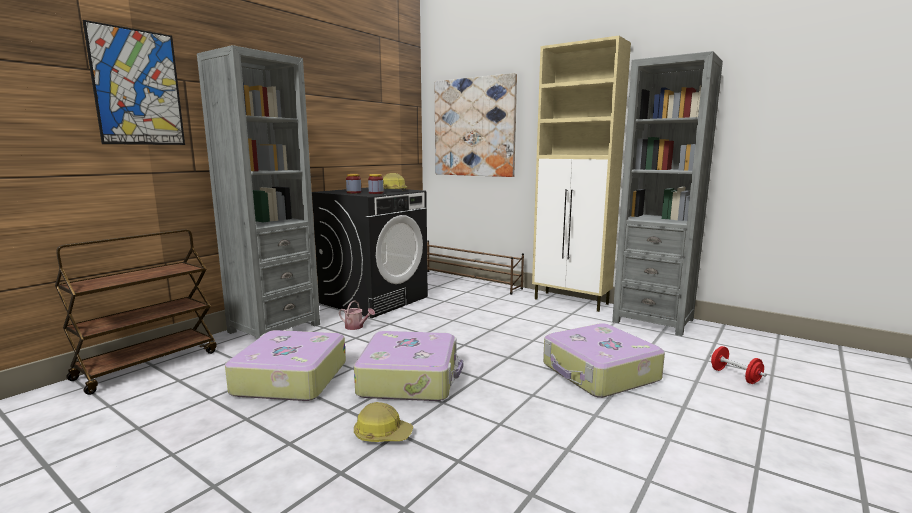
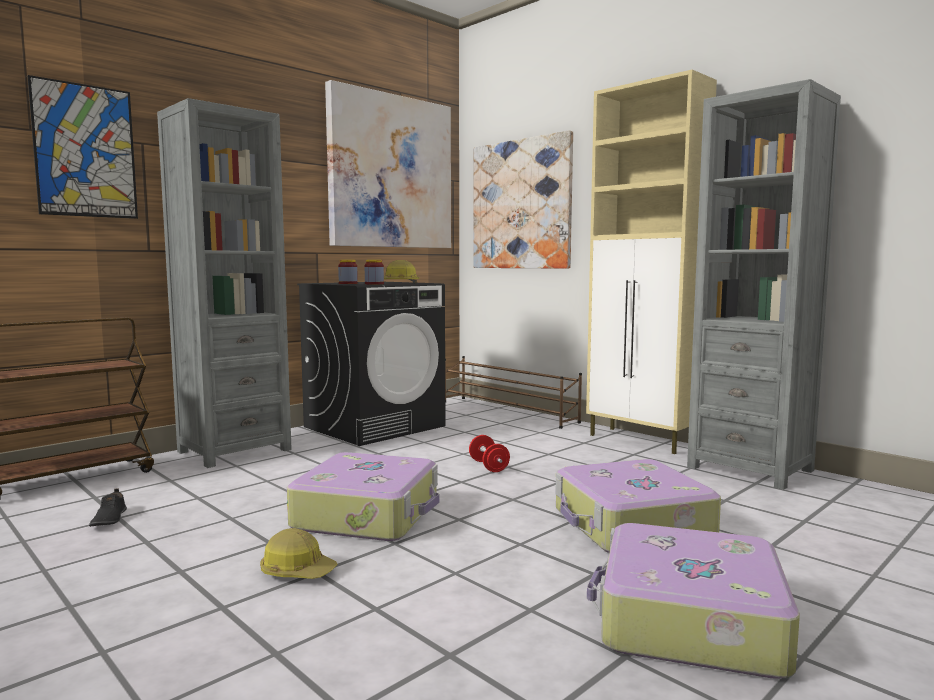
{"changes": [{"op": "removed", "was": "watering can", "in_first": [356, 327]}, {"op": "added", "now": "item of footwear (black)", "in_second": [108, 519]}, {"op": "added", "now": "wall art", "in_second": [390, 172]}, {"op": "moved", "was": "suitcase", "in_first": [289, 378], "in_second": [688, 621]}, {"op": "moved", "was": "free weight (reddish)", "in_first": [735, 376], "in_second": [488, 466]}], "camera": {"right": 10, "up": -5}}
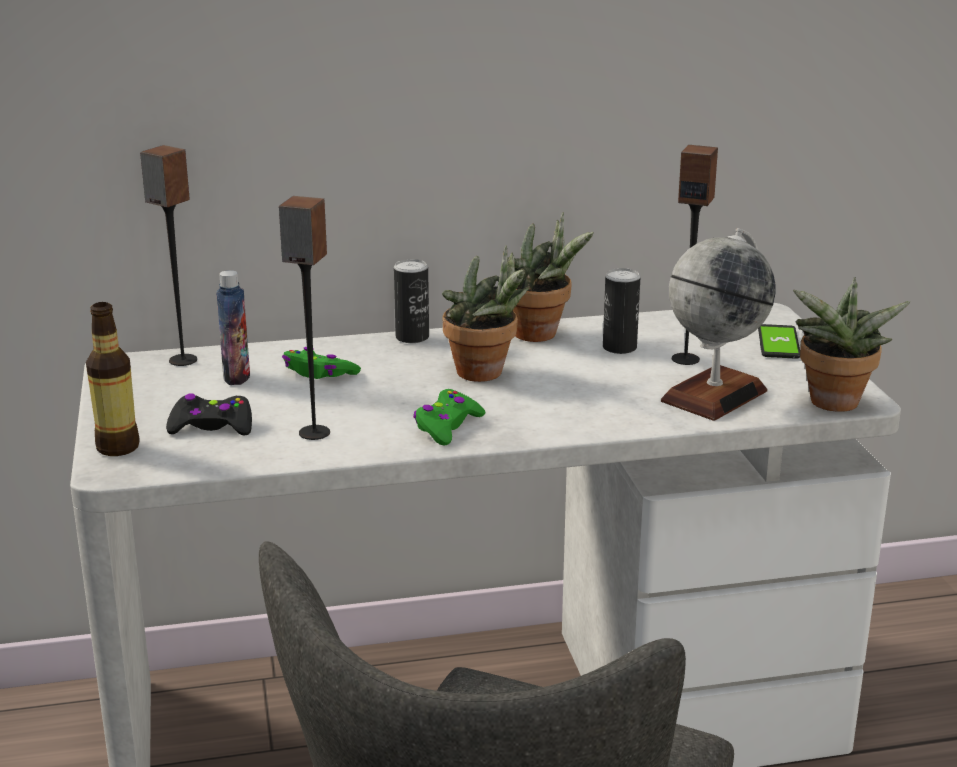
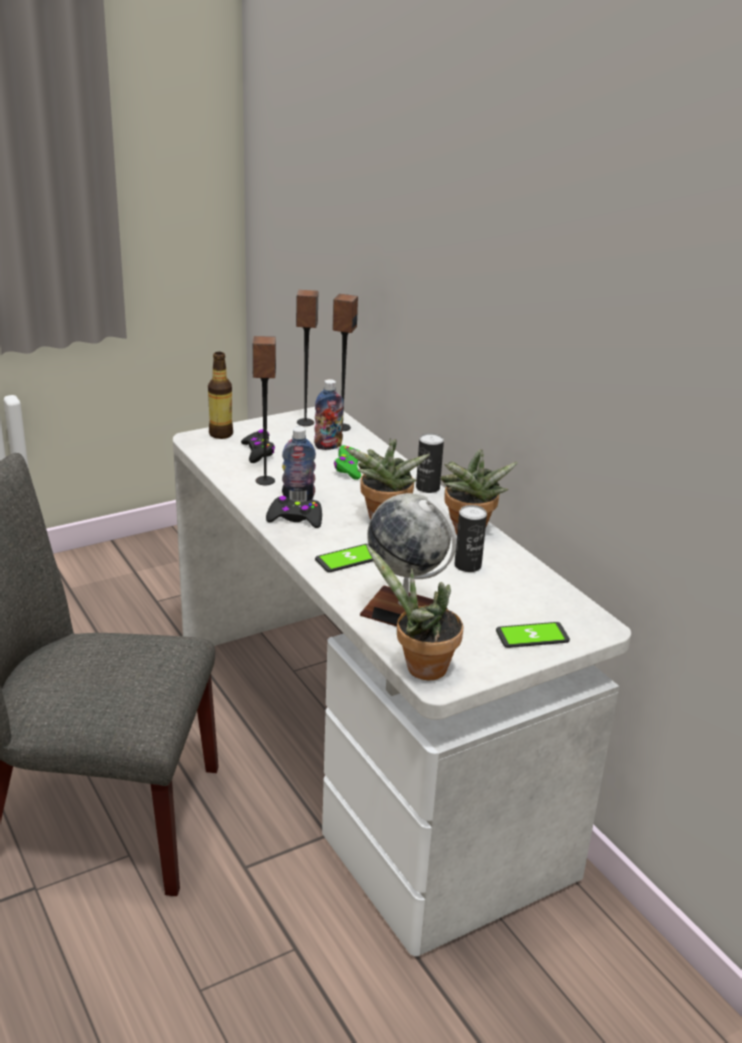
{"changes": [{"op": "added", "now": "drink bottle", "in_second": [298, 498]}, {"op": "added", "now": "telephone", "in_second": [348, 559]}, {"op": "moved", "was": "speaker", "in_first": [685, 359], "in_second": [305, 422]}, {"op": "recoloured", "was": "game controller (green-coloured)", "now": "game controller (black)", "in_first": [447, 426], "in_second": [295, 519]}], "camera": {"right": 70, "up": 5}}
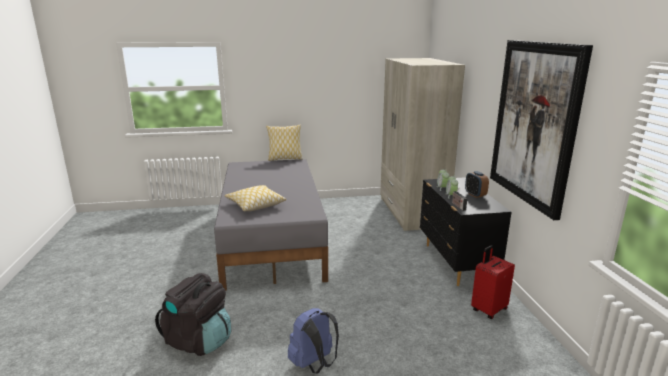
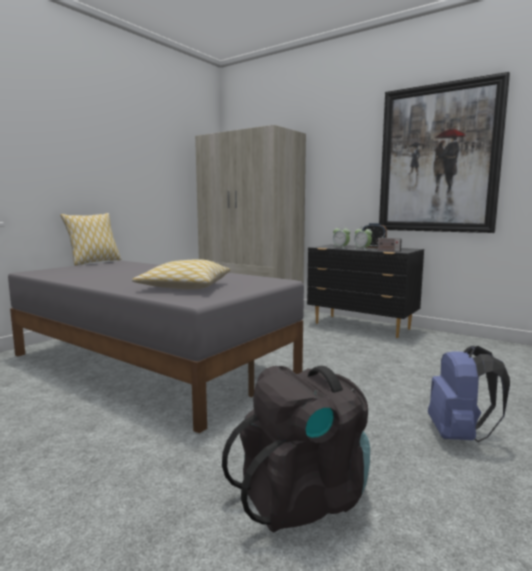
{"changes": [{"op": "removed", "was": "suitcase (reddish)", "in_first": [488, 309]}], "camera": {"right": -45, "up": -10}}
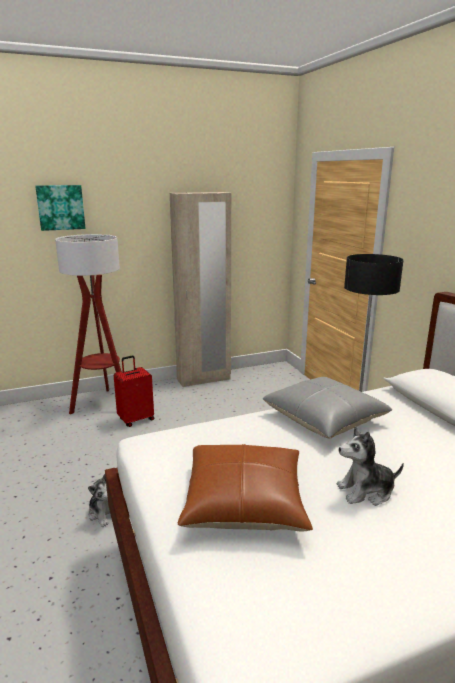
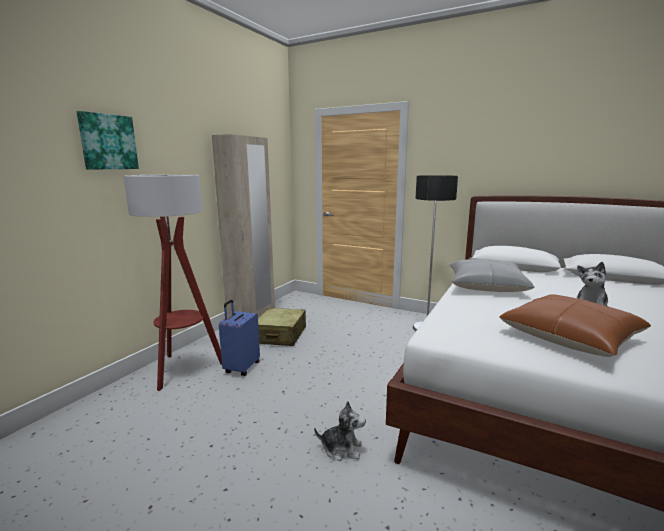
{"changes": [{"op": "added", "now": "suitcase (beige-coloured)", "in_second": [280, 335]}, {"op": "recoloured", "was": "suitcase (reddish)", "now": "suitcase (bluish)", "in_first": [136, 419], "in_second": [241, 368]}], "camera": {"right": -40, "up": -5}}
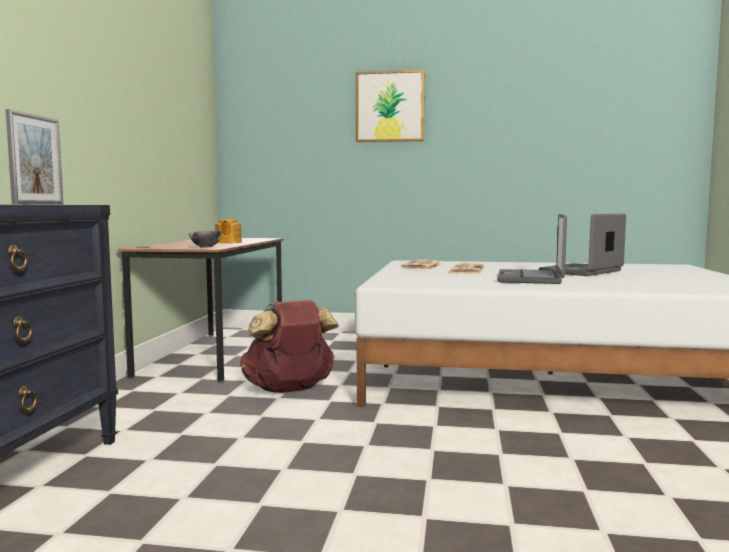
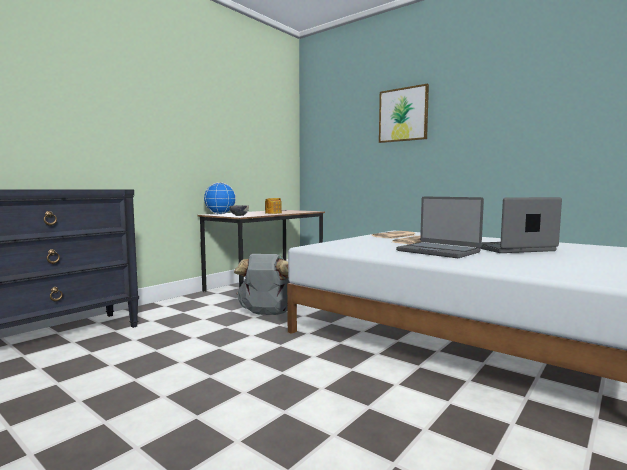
{"changes": [{"op": "removed", "was": "picture frame", "in_first": [39, 204]}, {"op": "added", "now": "world globe", "in_second": [220, 214]}, {"op": "recoloured", "was": "rucksack (brown)", "now": "rucksack (gray)", "in_first": [289, 390], "in_second": [268, 314]}, {"op": "turned", "was": "notebook computer", "in_first": [530, 278], "in_second": [438, 251], "clockwise": -90}], "camera": {"right": 30, "up": 0}}
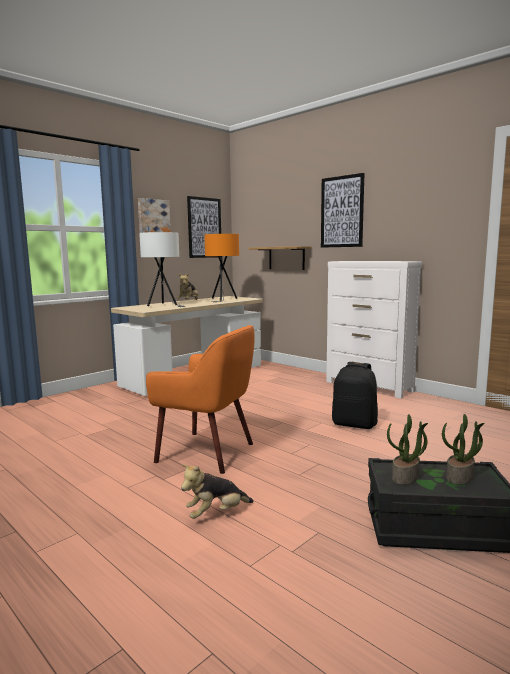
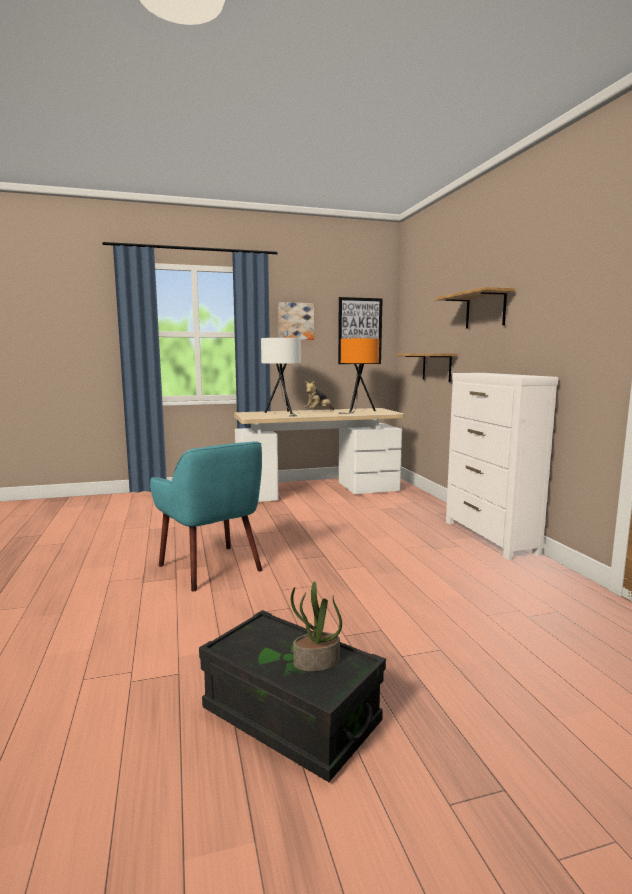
{"changes": [{"op": "removed", "was": "cuddly toy", "in_first": [216, 514]}, {"op": "removed", "was": "rucksack (black)", "in_first": [354, 424]}, {"op": "removed", "was": "plant in a pot", "in_first": [406, 477]}, {"op": "replaced", "was": "wall art", "now": "bracket shelf", "in_first": [342, 212], "in_second": [485, 310]}, {"op": "recoloured", "was": "lounge chair (orange)", "now": "lounge chair (turquoise-coloured)", "in_first": [207, 452], "in_second": [212, 568]}], "camera": {"right": 30, "up": 0}}
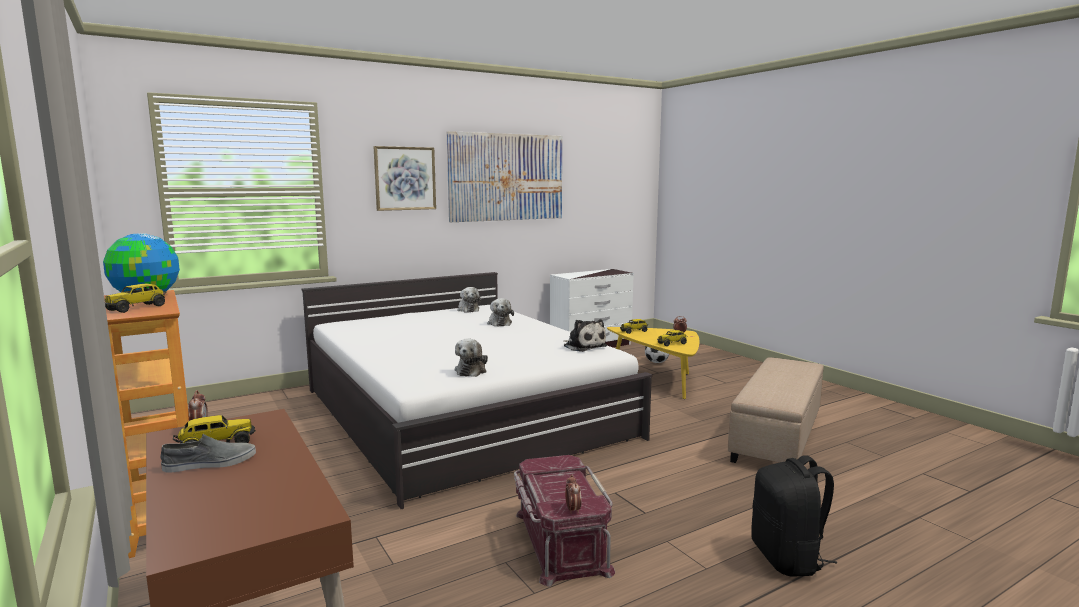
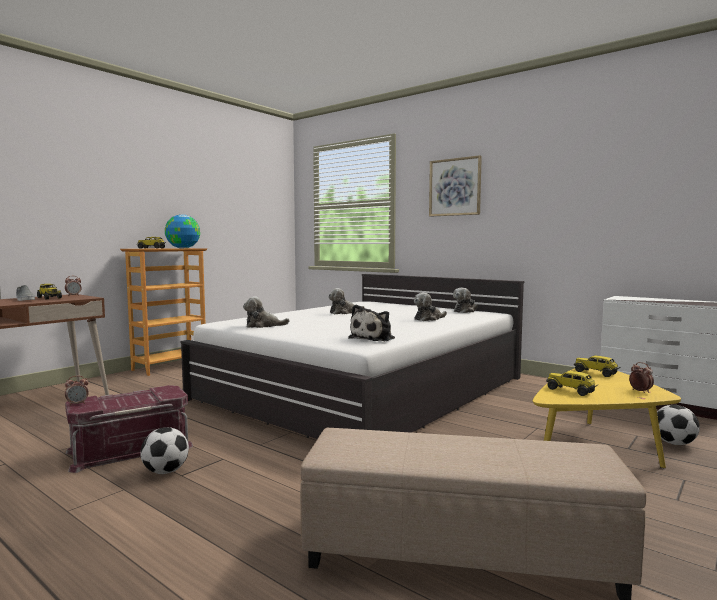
{"changes": [{"op": "removed", "was": "wall art", "in_first": [506, 177]}, {"op": "removed", "was": "rucksack (black)", "in_first": [788, 559]}, {"op": "added", "now": "football", "in_second": [166, 471]}, {"op": "added", "now": "cuddly toy", "in_second": [344, 312]}], "camera": {"right": 70, "up": -5}}
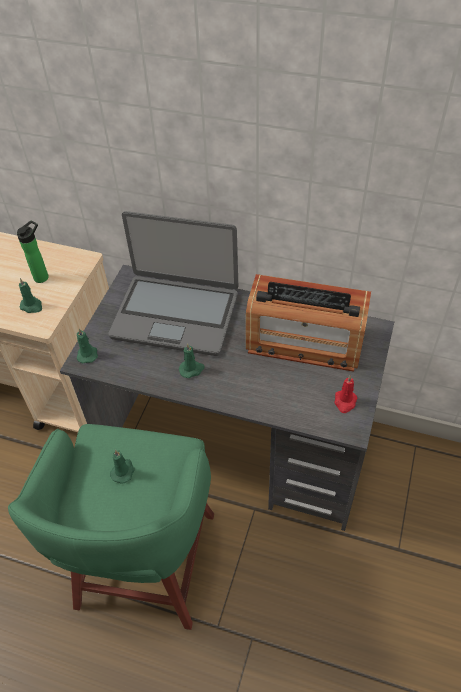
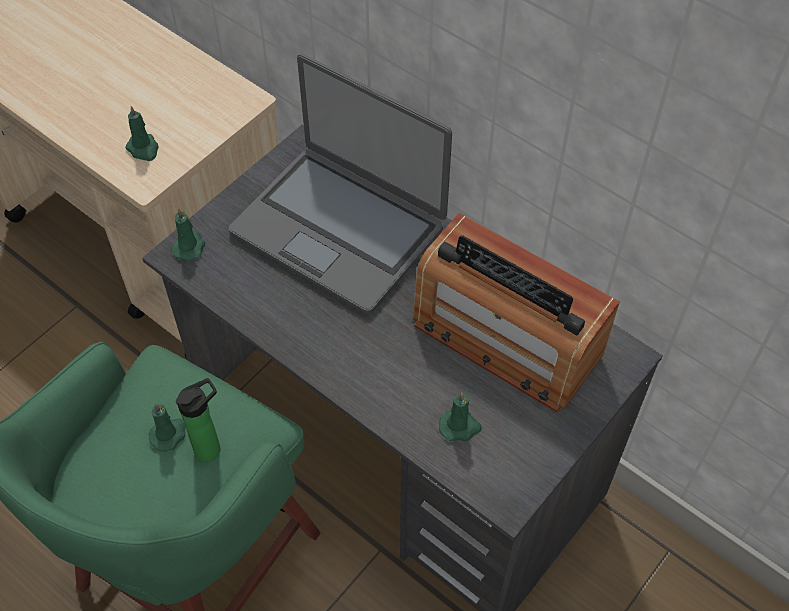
{"changes": [{"op": "removed", "was": "wax light (reddish)", "in_first": [345, 402]}, {"op": "moved", "was": "drink bottle", "in_first": [43, 276], "in_second": [211, 448]}, {"op": "moved", "was": "wax light (green-coloured)", "in_first": [192, 369], "in_second": [460, 427]}], "camera": {"right": 20, "up": 5}}
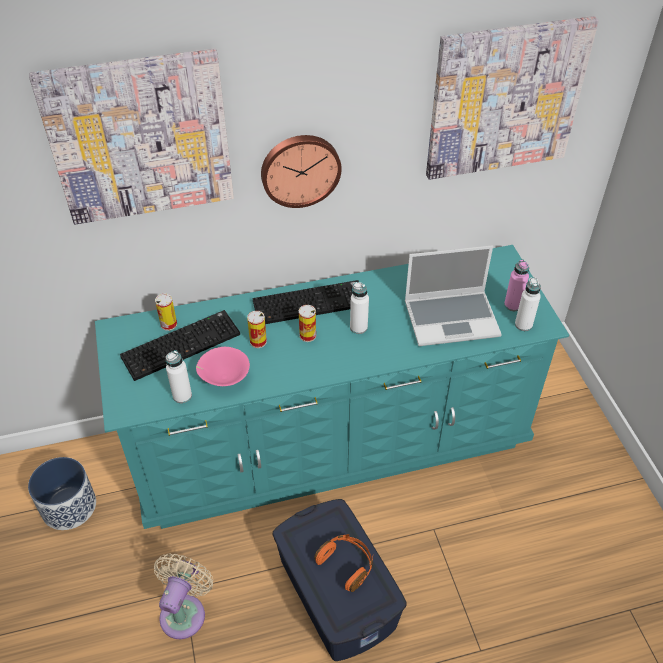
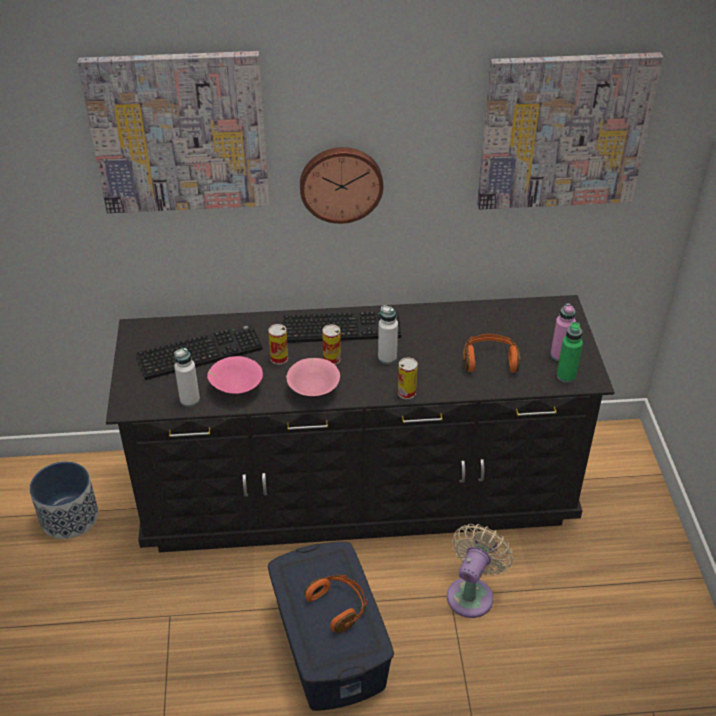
{"changes": [{"op": "added", "now": "serving bowl (pink)", "in_second": [314, 389]}, {"op": "moved", "was": "cooling fan (beige-coloured)", "in_first": [185, 611], "in_second": [472, 593]}, {"op": "moved", "was": "can", "in_first": [169, 324], "in_second": [406, 392]}, {"op": "replaced", "was": "notebook computer", "now": "pair of headphones (orange)", "in_first": [452, 318], "in_second": [490, 360]}, {"op": "recoloured", "was": "dresser (turquoise-coloured)", "now": "dresser (black)", "in_first": [330, 441], "in_second": [357, 490]}, {"op": "recoloured", "was": "drink bottle (white-coloured)", "now": "drink bottle (green-coloured)", "in_first": [523, 325], "in_second": [566, 376]}], "camera": {"right": 10, "up": -5}}
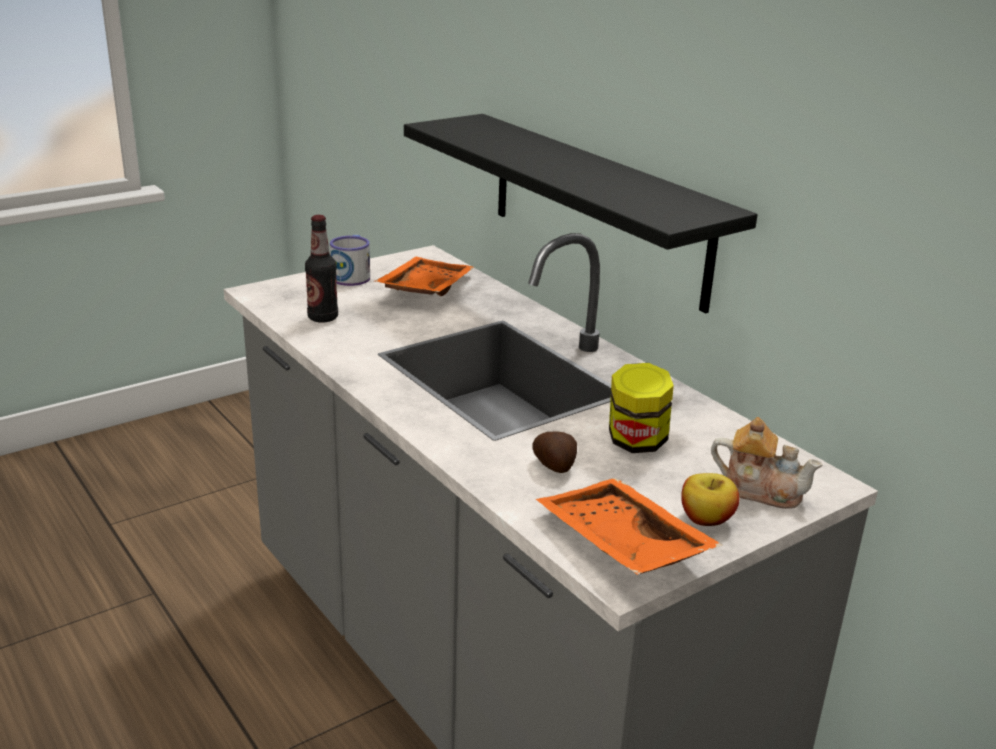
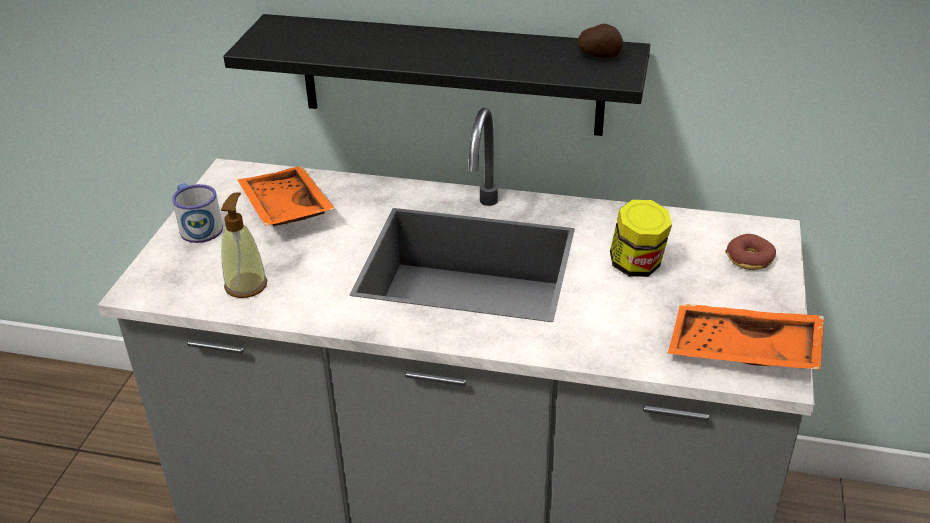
{"changes": [{"op": "removed", "was": "whole apple", "in_first": [706, 519]}, {"op": "moved", "was": "whole potato", "in_first": [555, 466], "in_second": [599, 56]}, {"op": "replaced", "was": "drink bottle", "now": "liquid soap bottle", "in_first": [323, 318], "in_second": [246, 285]}, {"op": "replaced", "was": "tea pot", "now": "ring doughnut", "in_first": [760, 490], "in_second": [749, 259]}], "camera": {"right": -40, "up": 10}}
